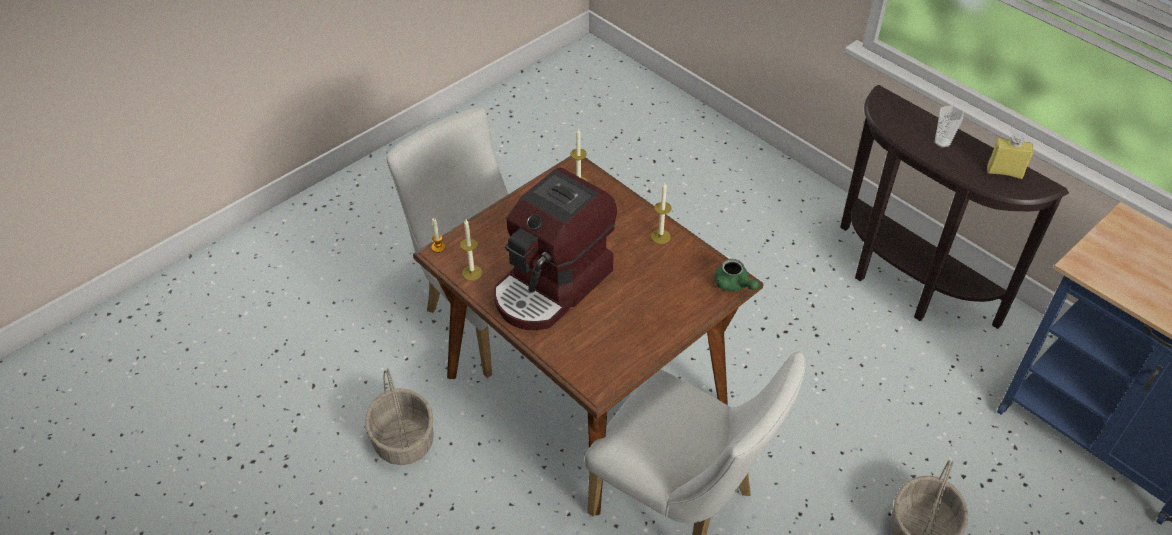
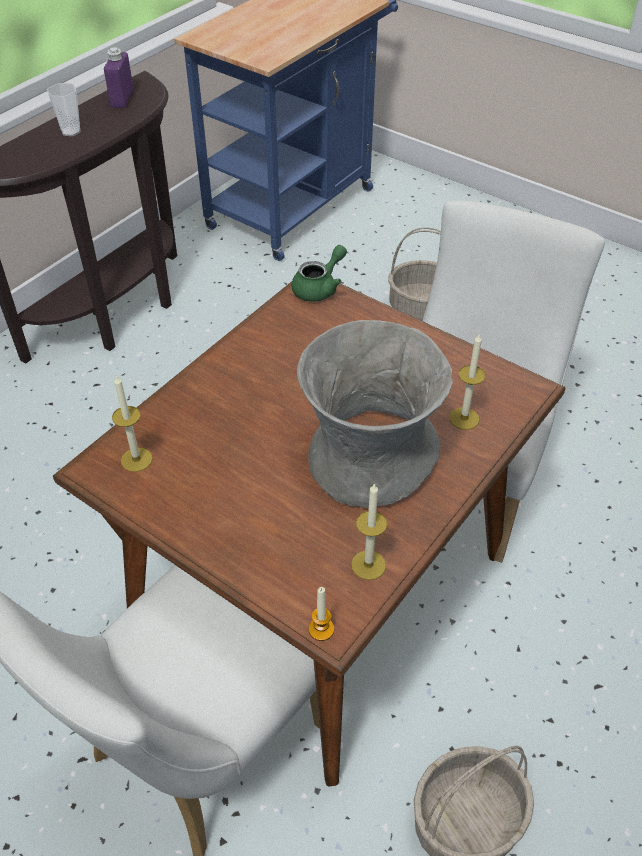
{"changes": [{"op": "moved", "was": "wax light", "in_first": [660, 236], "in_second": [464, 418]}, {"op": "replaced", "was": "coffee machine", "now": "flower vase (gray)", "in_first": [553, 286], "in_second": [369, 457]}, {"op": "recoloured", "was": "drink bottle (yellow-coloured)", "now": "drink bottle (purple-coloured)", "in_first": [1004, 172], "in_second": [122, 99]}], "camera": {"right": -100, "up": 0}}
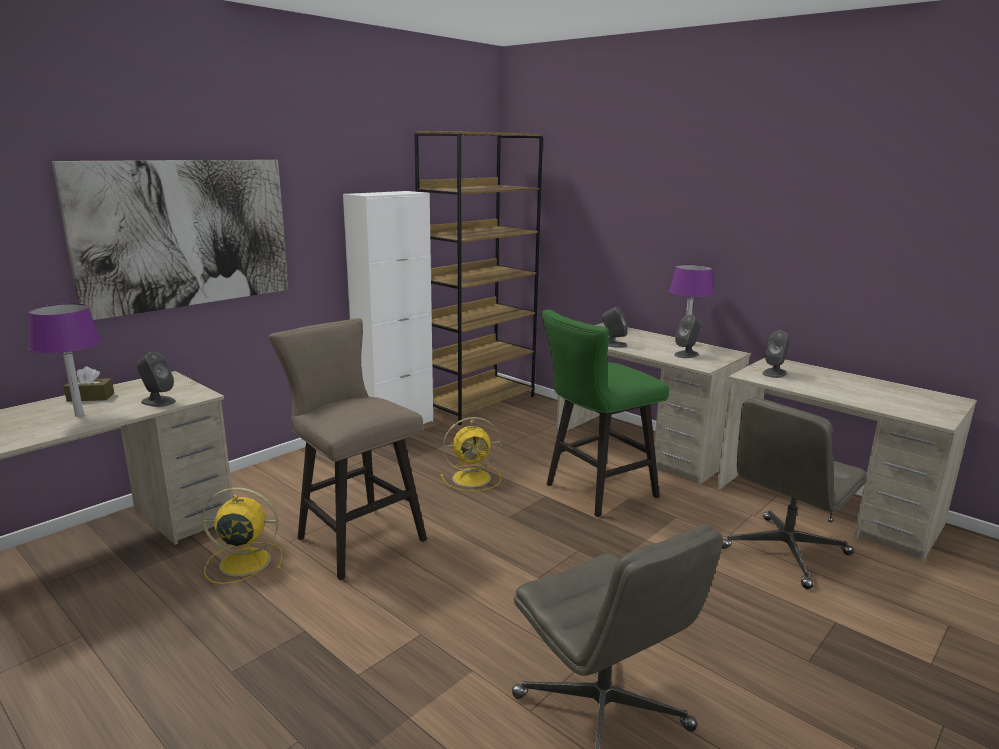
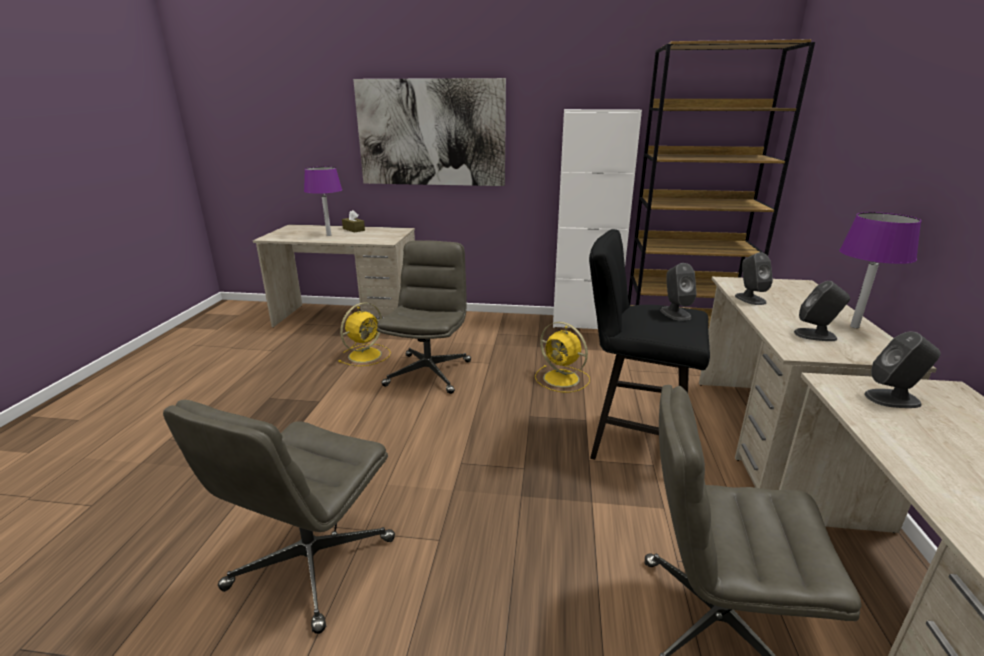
{"changes": [{"op": "moved", "was": "speaker (gray)", "in_first": [158, 401], "in_second": [675, 313]}, {"op": "replaced", "was": "stool seat (beige-coloured)", "now": "office chair (gray)", "in_first": [355, 537], "in_second": [428, 372]}, {"op": "recoloured", "was": "stool seat (green-coloured)", "now": "stool seat (black)", "in_first": [594, 492], "in_second": [631, 441]}, {"op": "turned", "was": "cooling fan (yellow-coloured)", "in_first": [242, 562], "in_second": [366, 355], "clockwise": 75}], "camera": {"right": 55, "up": 5}}
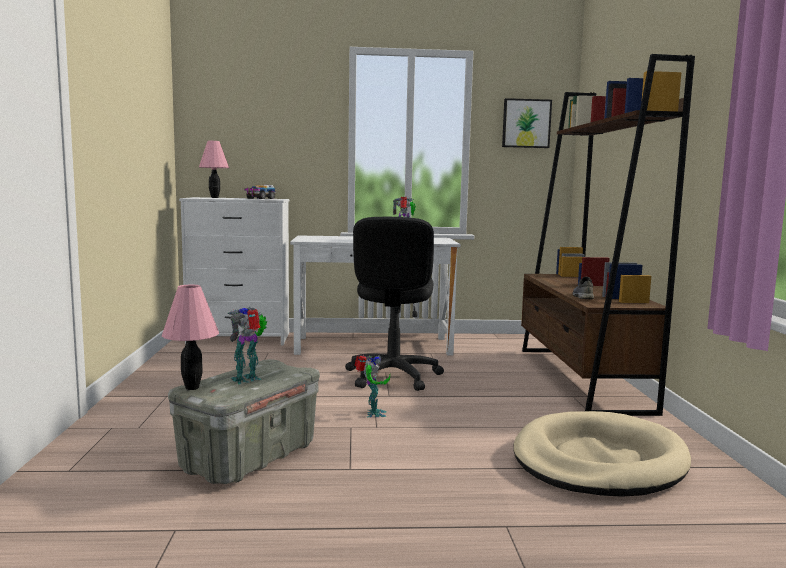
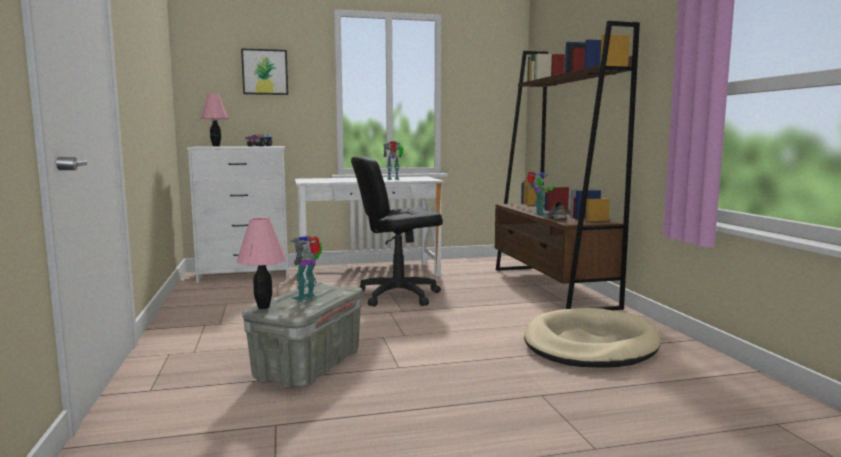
{"changes": [{"op": "moved", "was": "toy robot", "in_first": [373, 414], "in_second": [539, 214]}, {"op": "moved", "was": "wall art", "in_first": [526, 123], "in_second": [265, 72]}, {"op": "turned", "was": "office chair (black)", "in_first": [392, 376], "in_second": [398, 296], "clockwise": 75}], "camera": {"right": -10, "up": 0}}
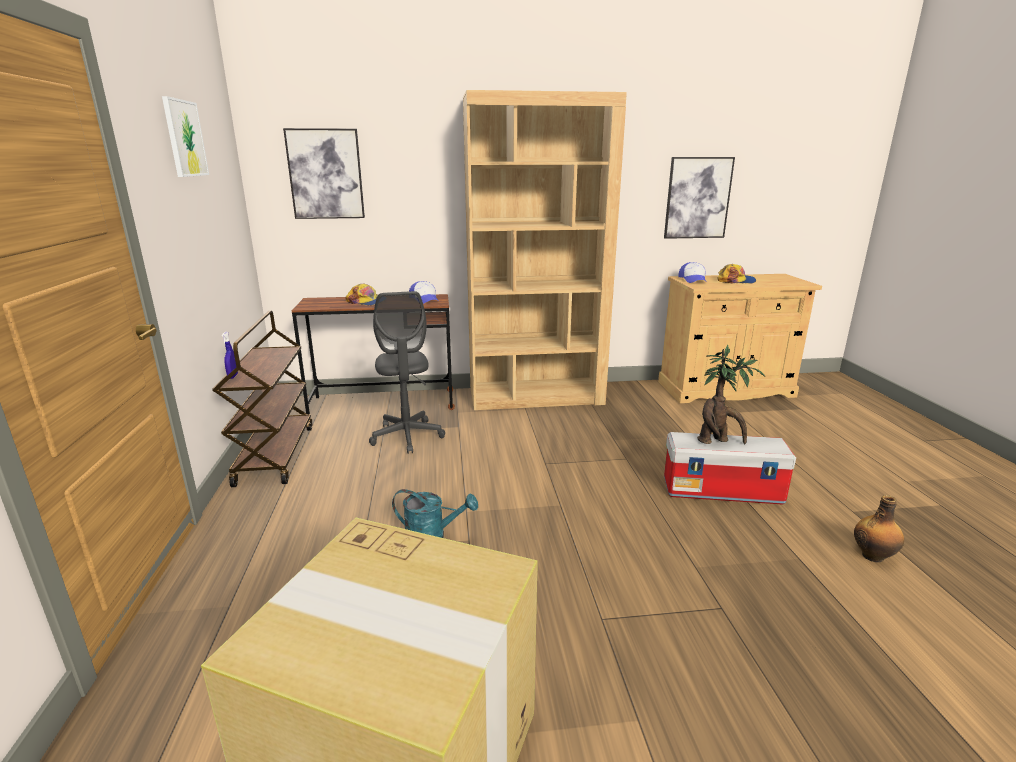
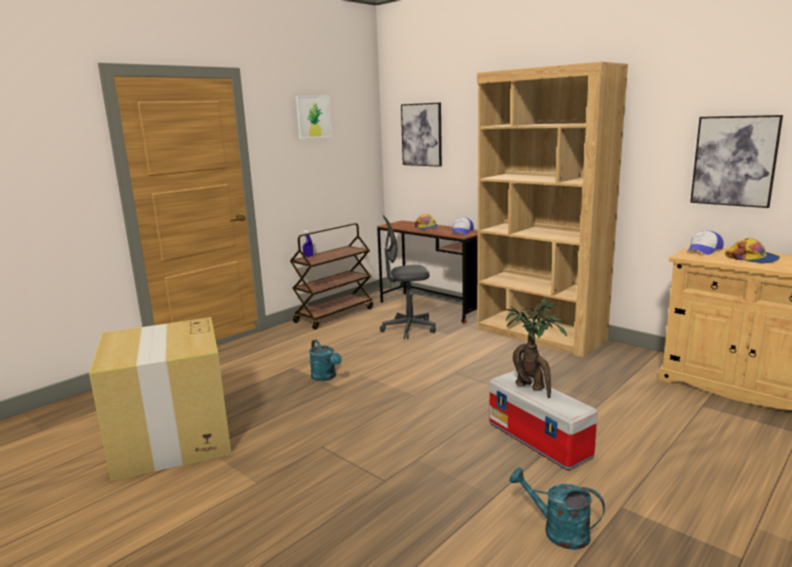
{"changes": [{"op": "replaced", "was": "drink bottle", "now": "watering can (turquoise-coloured)", "in_first": [873, 556], "in_second": [558, 531]}, {"op": "turned", "was": "office chair (gray)", "in_first": [407, 436], "in_second": [408, 329], "clockwise": 45}], "camera": {"right": 50, "up": -5}}
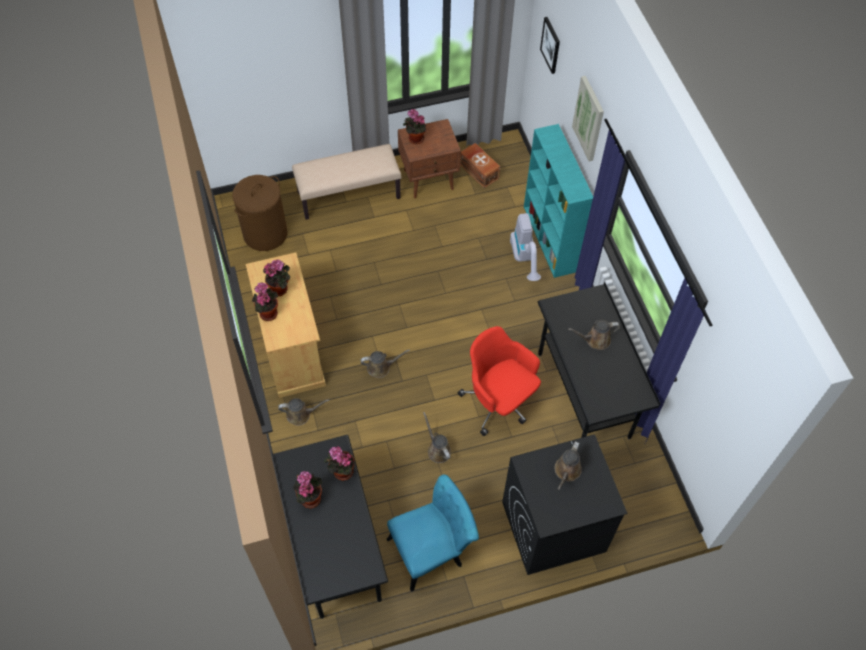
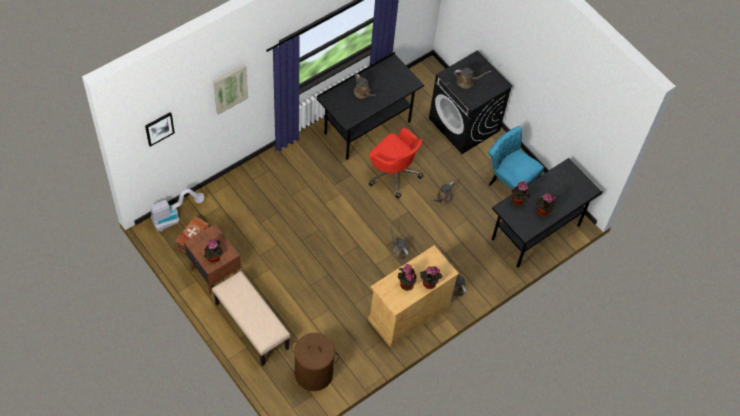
{"changes": [{"op": "removed", "was": "bookcase (turquoise-coloured)", "in_first": [550, 239]}, {"op": "moved", "was": "vacuum", "in_first": [525, 259], "in_second": [174, 217]}, {"op": "turned", "was": "office chair (reddish)", "in_first": [499, 402], "in_second": [393, 173], "clockwise": -75}], "camera": {"right": -115, "up": 0}}
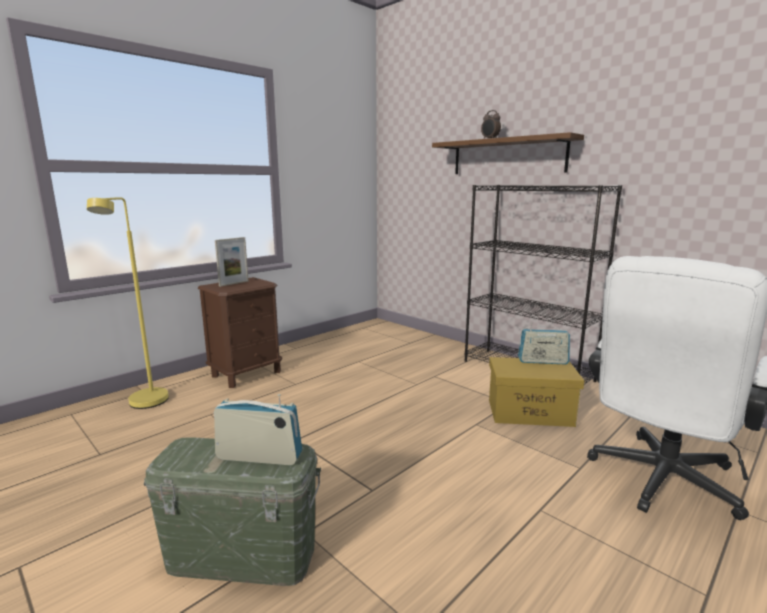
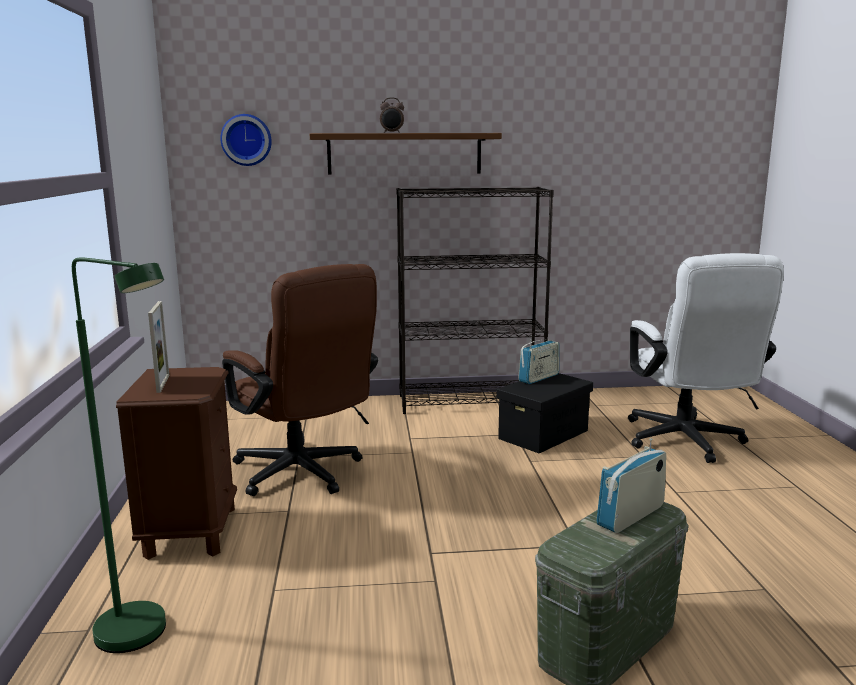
{"changes": [{"op": "added", "now": "wall clock", "in_second": [246, 140]}, {"op": "added", "now": "office chair (brown)", "in_second": [304, 475]}, {"op": "recoloured", "was": "standing lamp (yellow-coloured)", "now": "standing lamp (green-coloured)", "in_first": [145, 405], "in_second": [143, 637]}, {"op": "recoloured", "was": "storage bin (yellow-coloured)", "now": "storage bin (black)", "in_first": [530, 412], "in_second": [543, 434]}], "camera": {"right": -50, "up": 0}}
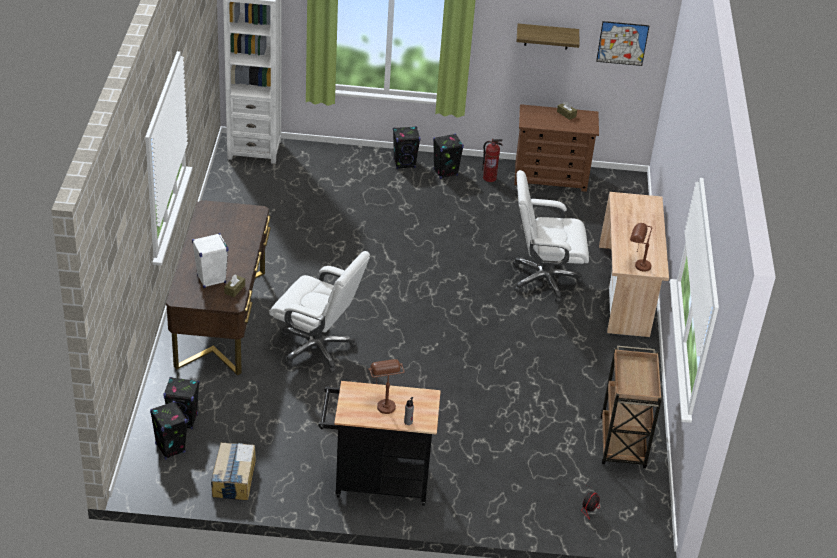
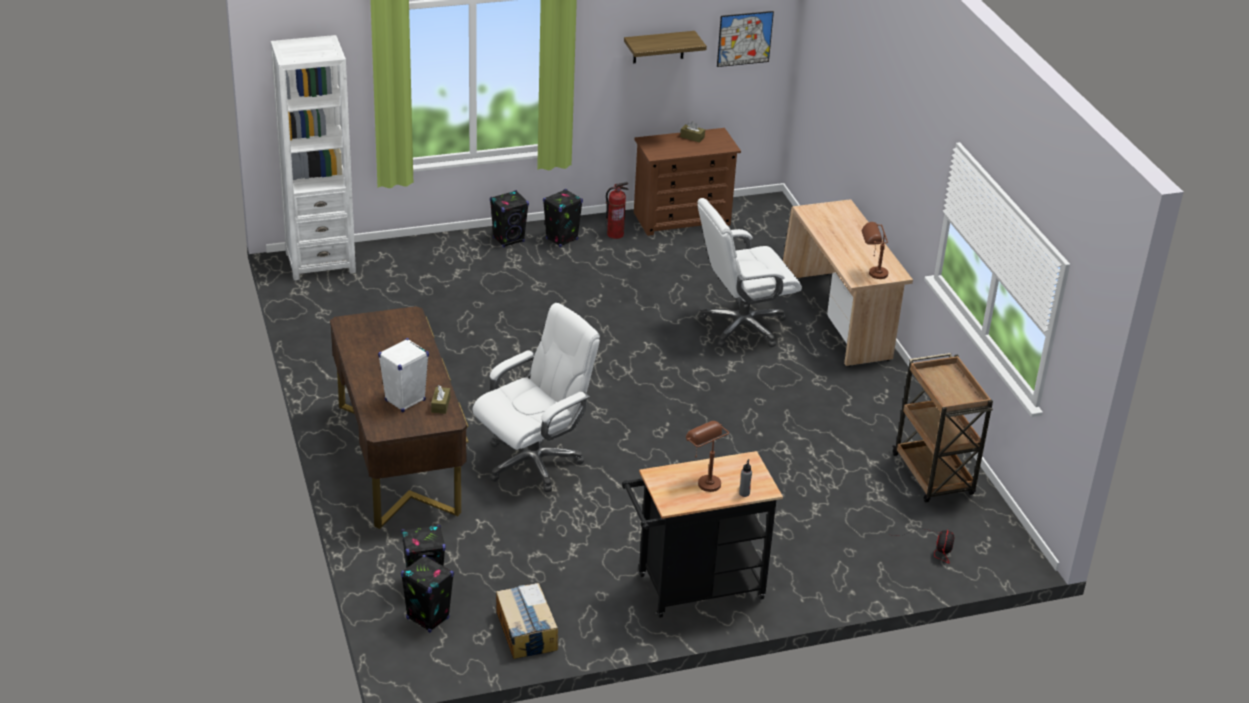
{"changes": [{"op": "turned", "was": "office chair (white-coloured)", "in_first": [317, 347], "in_second": [533, 461], "clockwise": -45}], "camera": {"right": -20, "up": -5}}
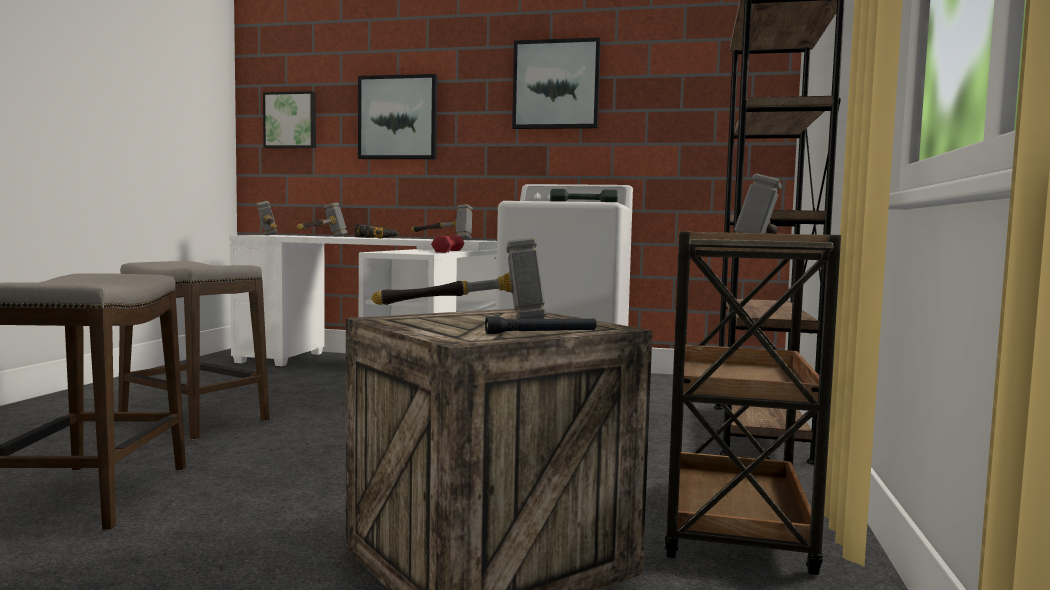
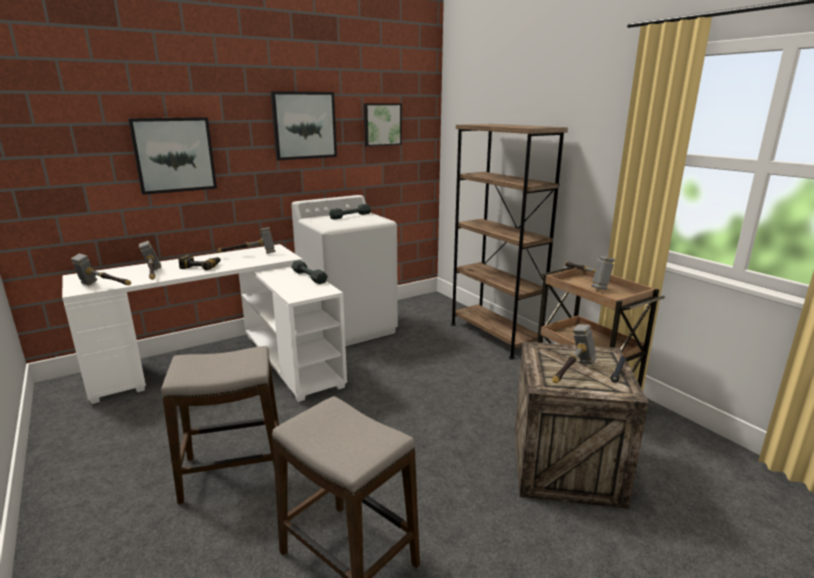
{"changes": [{"op": "moved", "was": "wall art", "in_first": [291, 120], "in_second": [382, 124]}, {"op": "recoloured", "was": "free weight (reddish)", "now": "free weight (gray)", "in_first": [448, 251], "in_second": [309, 277]}], "camera": {"right": -45, "up": 15}}
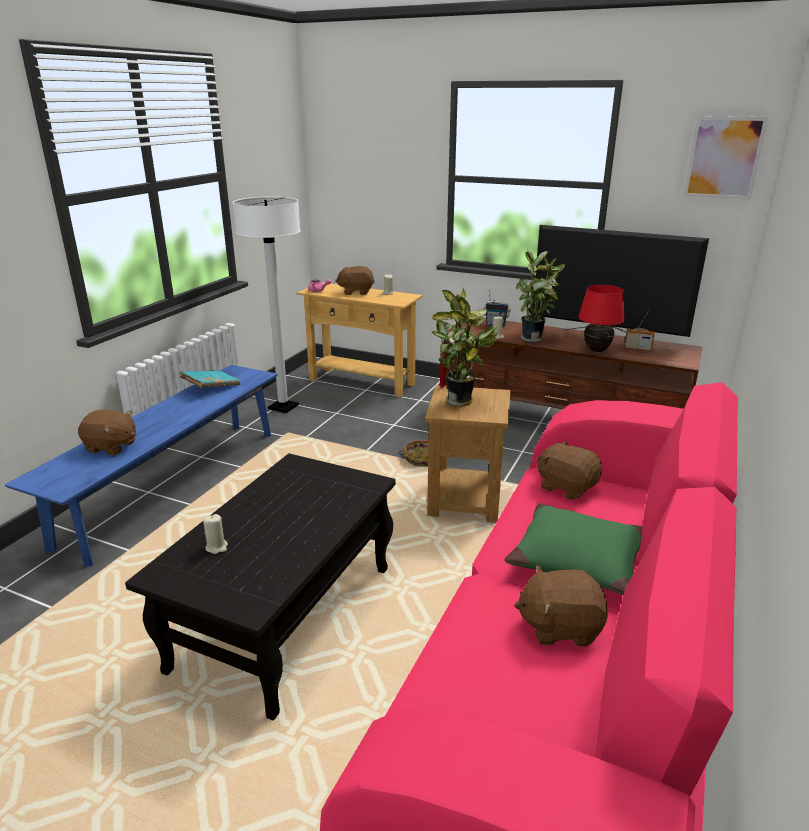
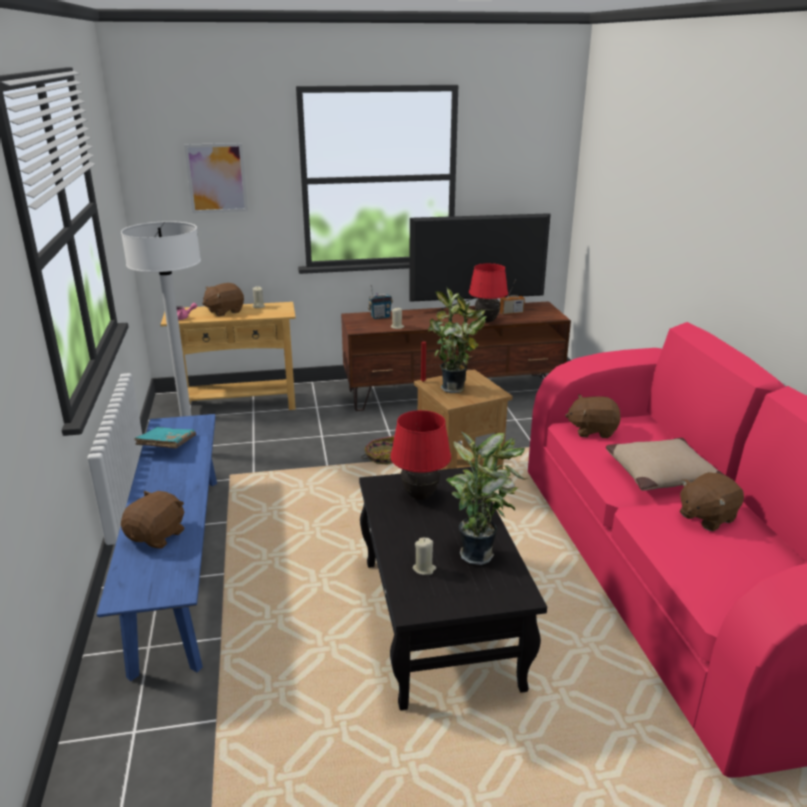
{"changes": [{"op": "added", "now": "tabletop lamp (reddish)", "in_second": [420, 496]}, {"op": "moved", "was": "plant in a pot", "in_first": [534, 338], "in_second": [479, 553]}, {"op": "moved", "was": "wall art", "in_first": [724, 158], "in_second": [216, 178]}, {"op": "recoloured", "was": "throw pillow (green-coloured)", "now": "throw pillow (beige-coloured)", "in_first": [577, 559], "in_second": [661, 474]}, {"op": "turned", "was": "cuddly toy (brown)", "in_first": [111, 447], "in_second": [157, 536], "clockwise": -45}], "camera": {"right": -35, "up": 0}}
